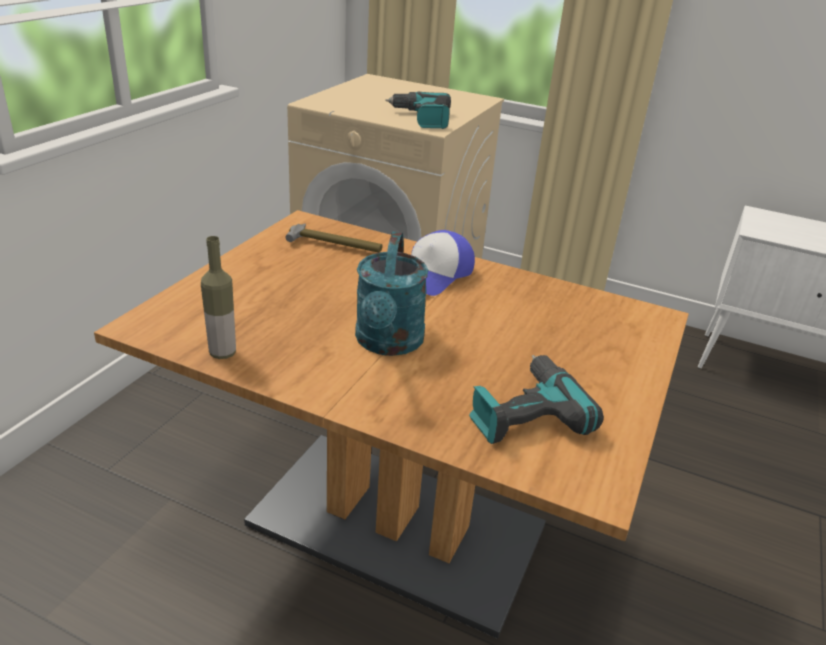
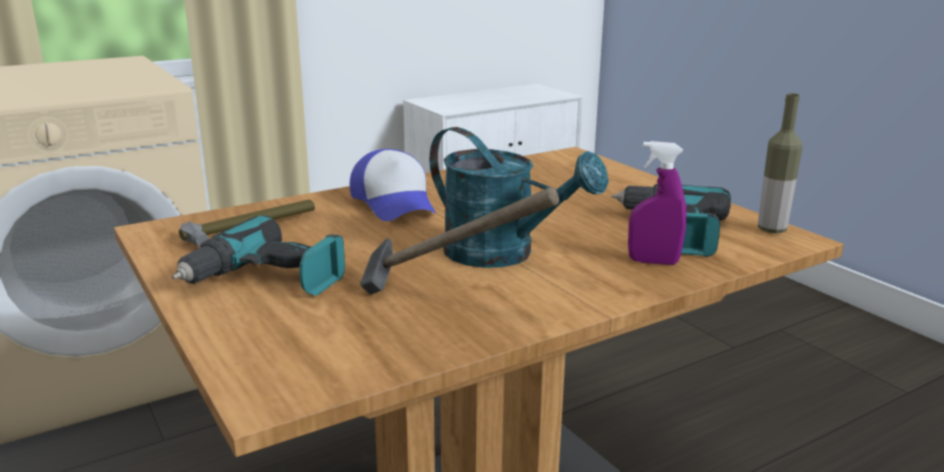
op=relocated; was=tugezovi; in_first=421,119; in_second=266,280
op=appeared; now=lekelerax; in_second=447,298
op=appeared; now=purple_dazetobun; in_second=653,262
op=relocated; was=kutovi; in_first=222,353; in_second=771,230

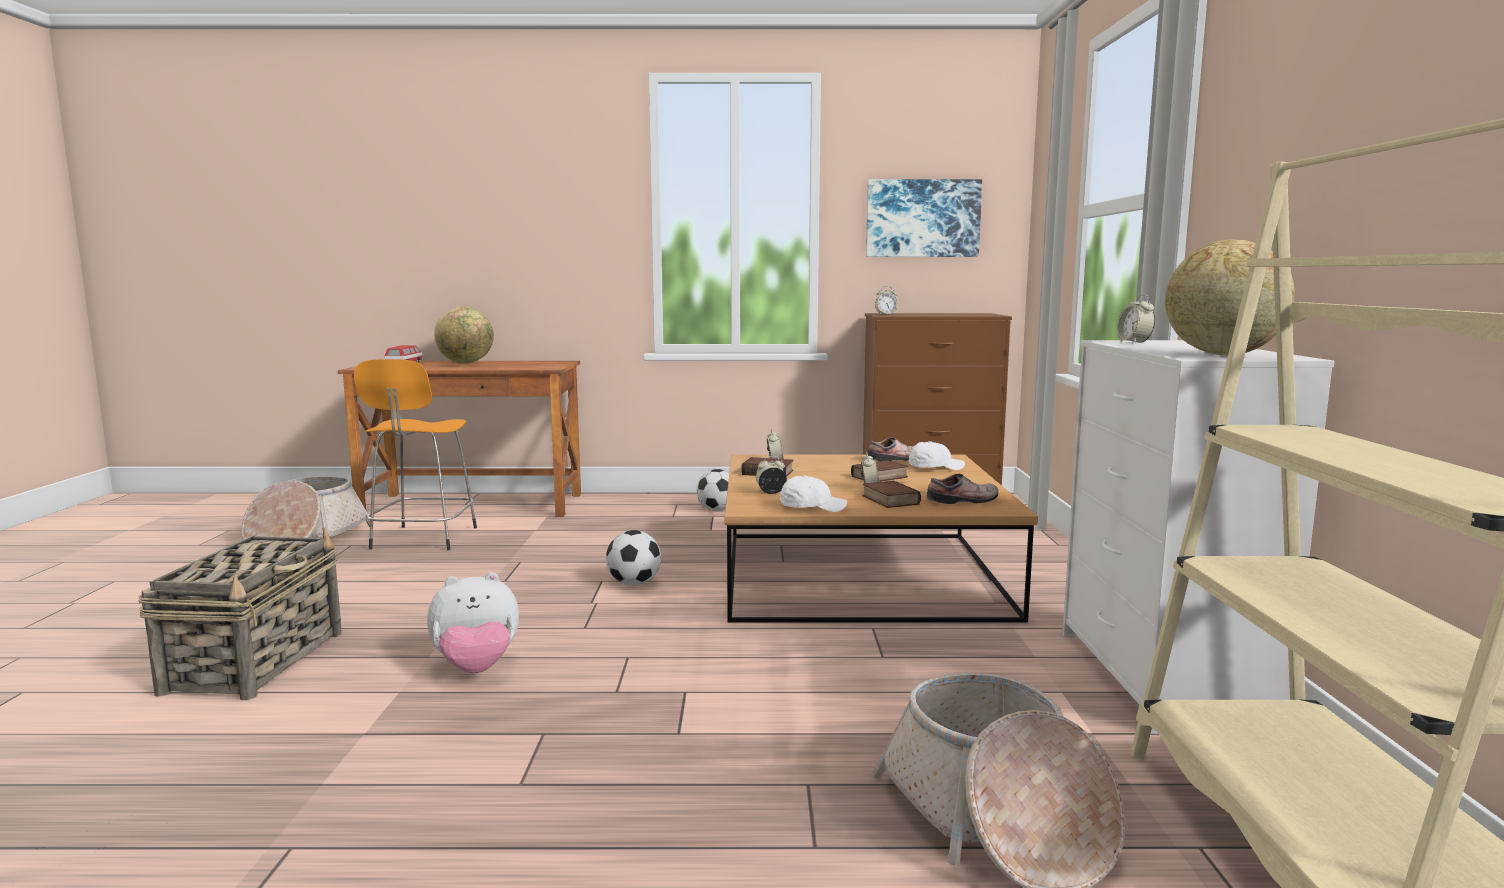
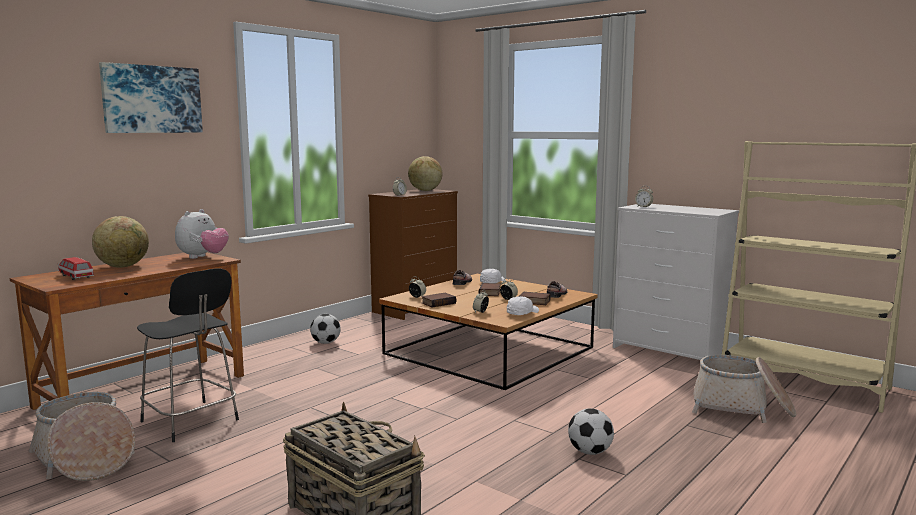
op=relocated; was=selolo; in_first=922,218; in_second=152,99
op=colour; was=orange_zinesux; now=black_zinesux; in_first=423,539; in_second=191,422
op=relocated; was=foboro; in_first=476,668; in_second=202,257
op=relocated; was=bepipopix; in_first=1221,355; in_second=425,190
op=relocated; was=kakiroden; in_first=634,583; in_second=590,452

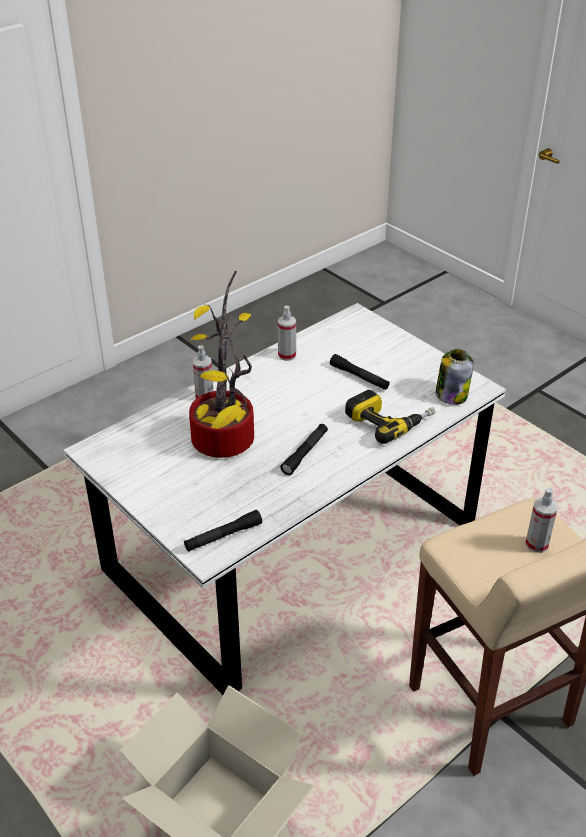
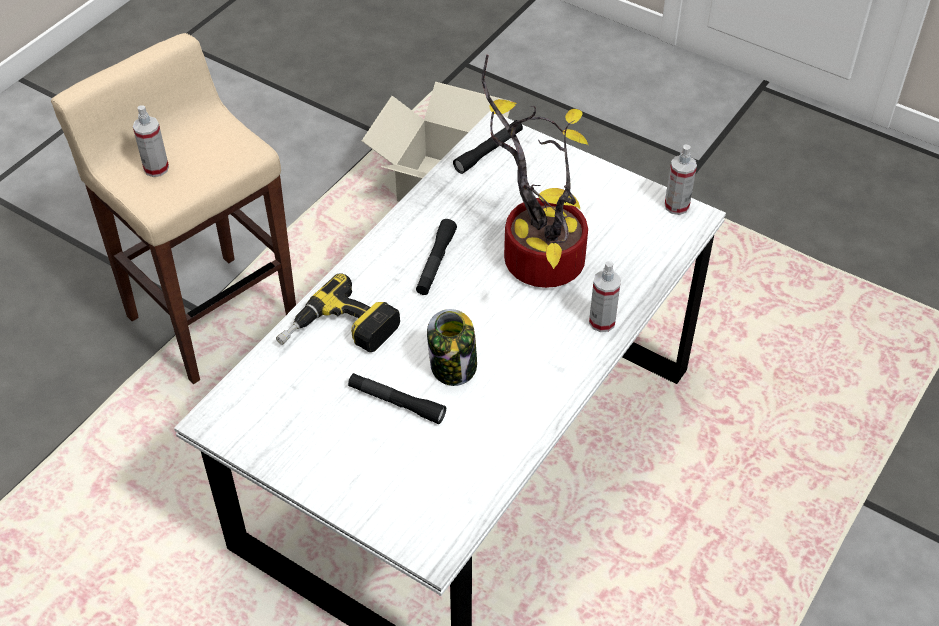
op=relocated; was=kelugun; in_first=451,395; in_second=453,366
op=relocated; was=dazetobun; in_first=287,355; in_second=676,206

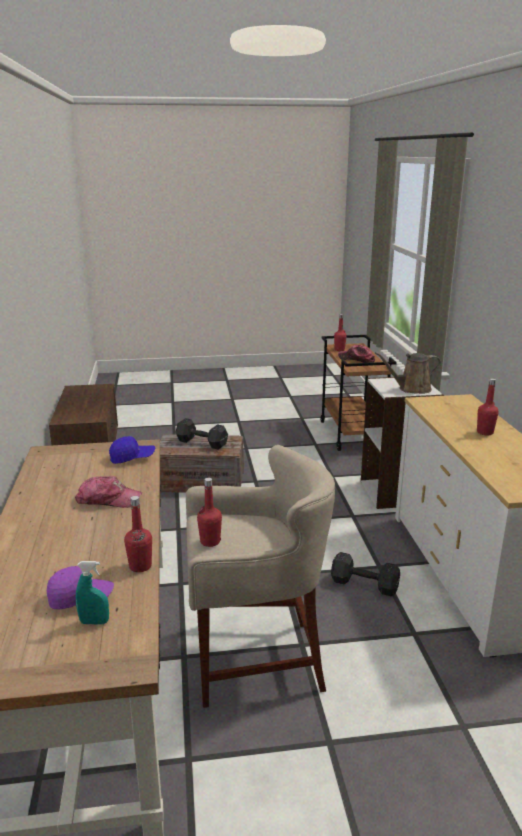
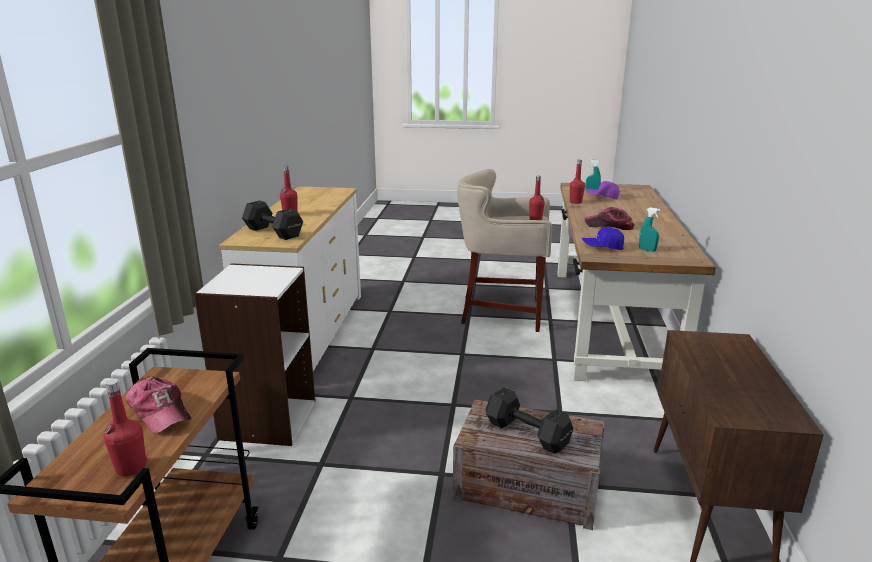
op=relocated; was=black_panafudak; in_first=363,584; in_second=274,233
op=appeared; now=turquoise_dazetobun; in_second=647,250
op=missing; was=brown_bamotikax; in_first=411,389

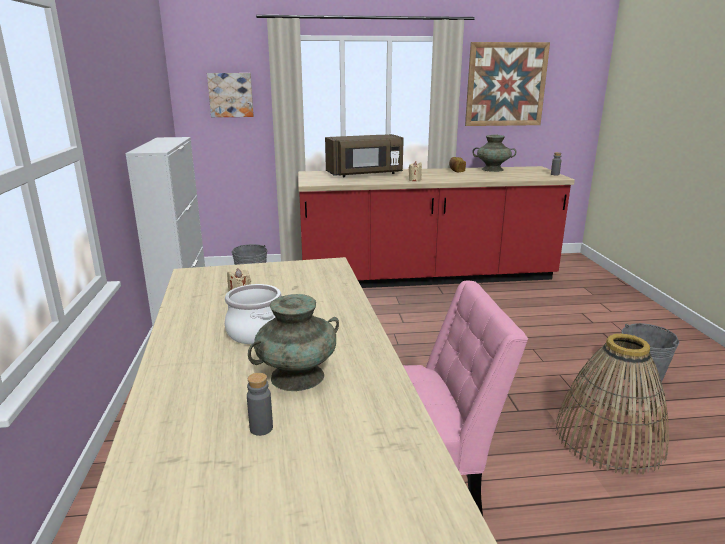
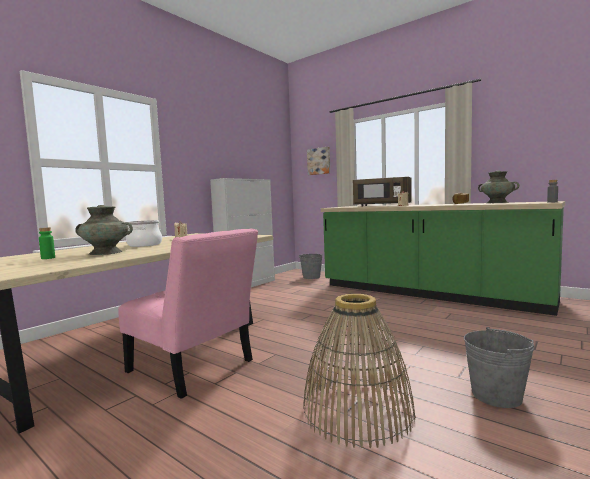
op=colour; was=grey_kutovi; now=green_kutovi; in_first=261,428; in_second=48,258
op=colour; was=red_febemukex; now=green_febemukex; in_first=426,277; in_second=428,293
op=missing; was=selolo; in_first=506,84

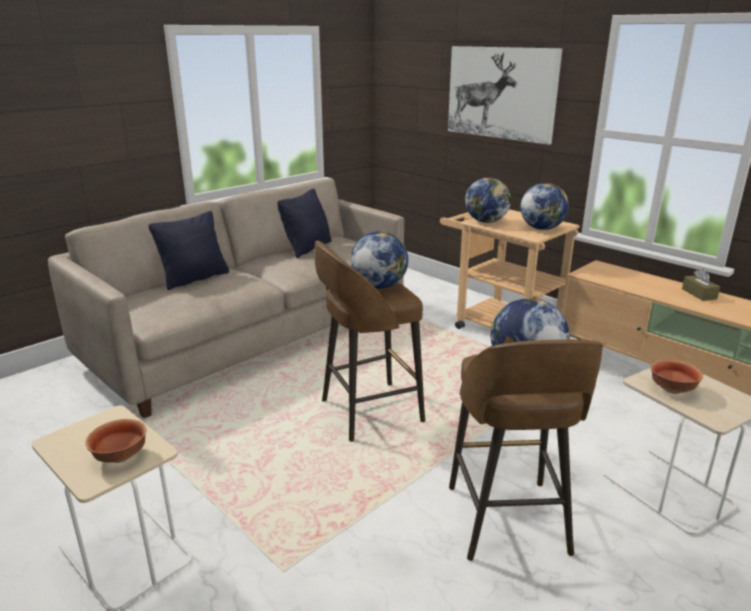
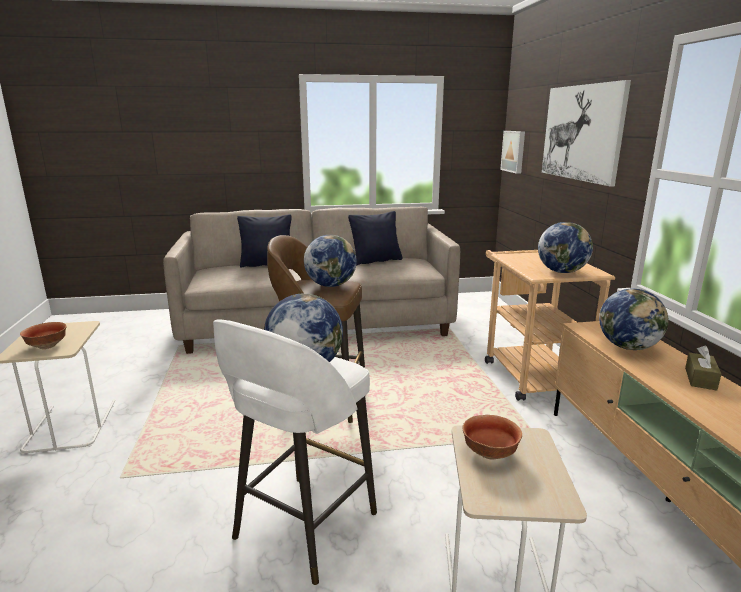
op=colour; was=brown_zinesux; now=white_zinesux; in_first=508,522; in_second=303,528
op=appeared; now=selolo; in_second=514,151
op=relocated; was=bepipopix; in_first=486,221; in_second=628,347

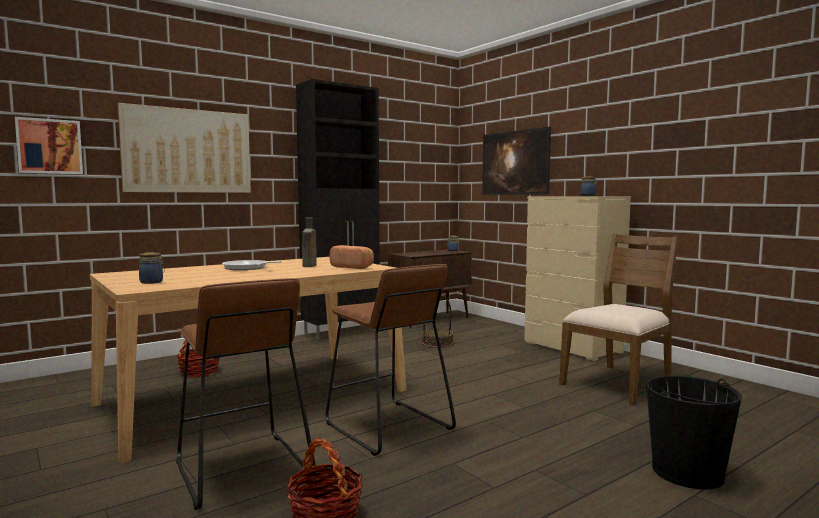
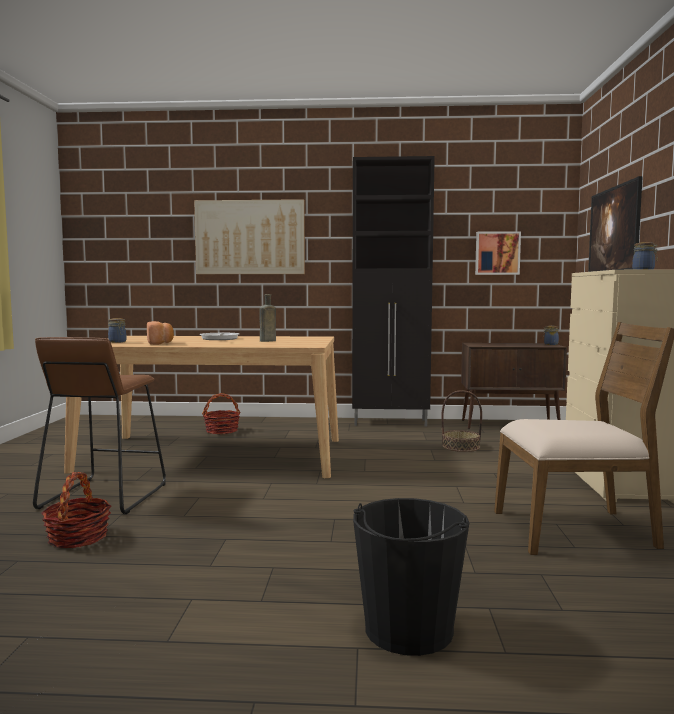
op=relocated; was=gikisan; in_first=353,267; in_second=160,343
op=relocated; was=selolo; in_first=49,146; in_second=497,253
op=missing; was=brown_zinesux; in_first=387,427

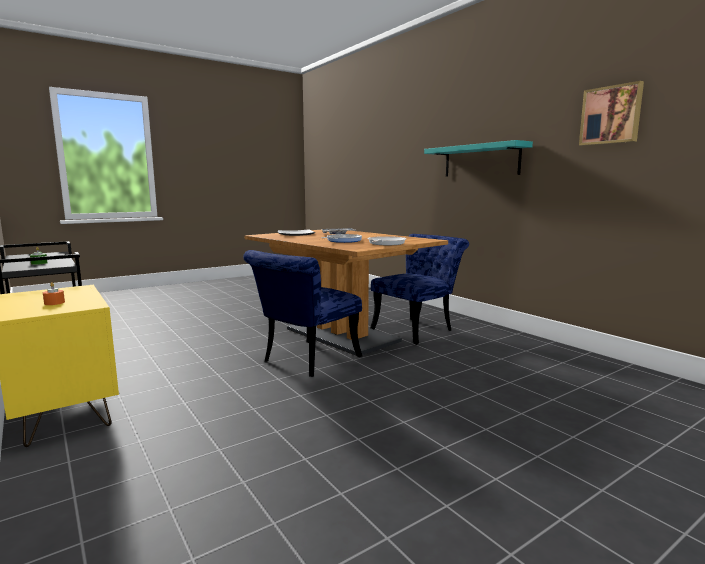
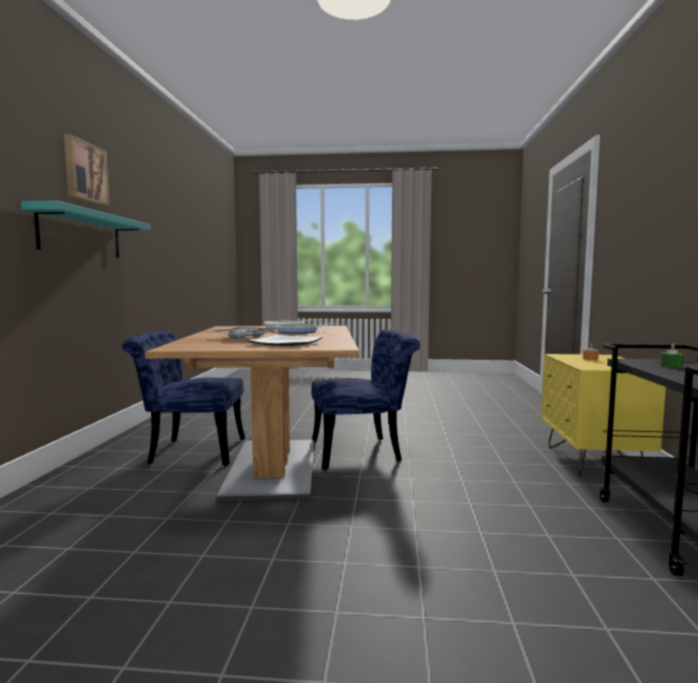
op=relocated; was=selolo; in_first=611,115; in_second=84,172

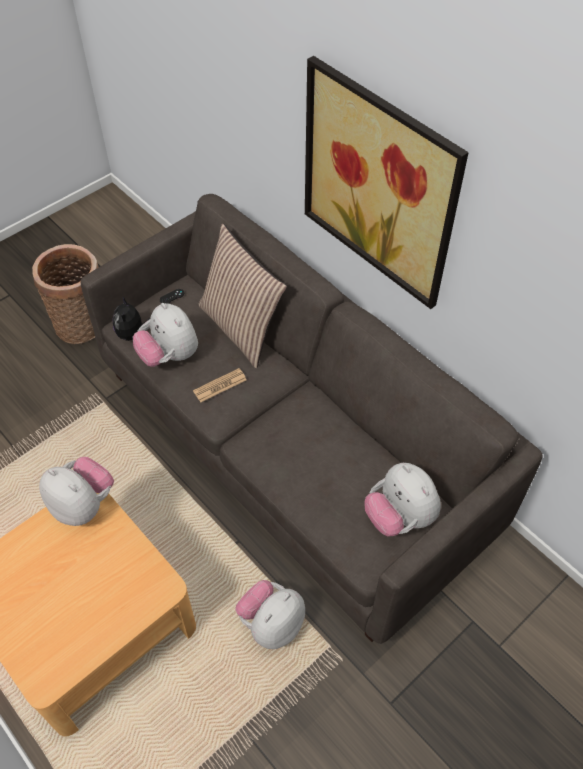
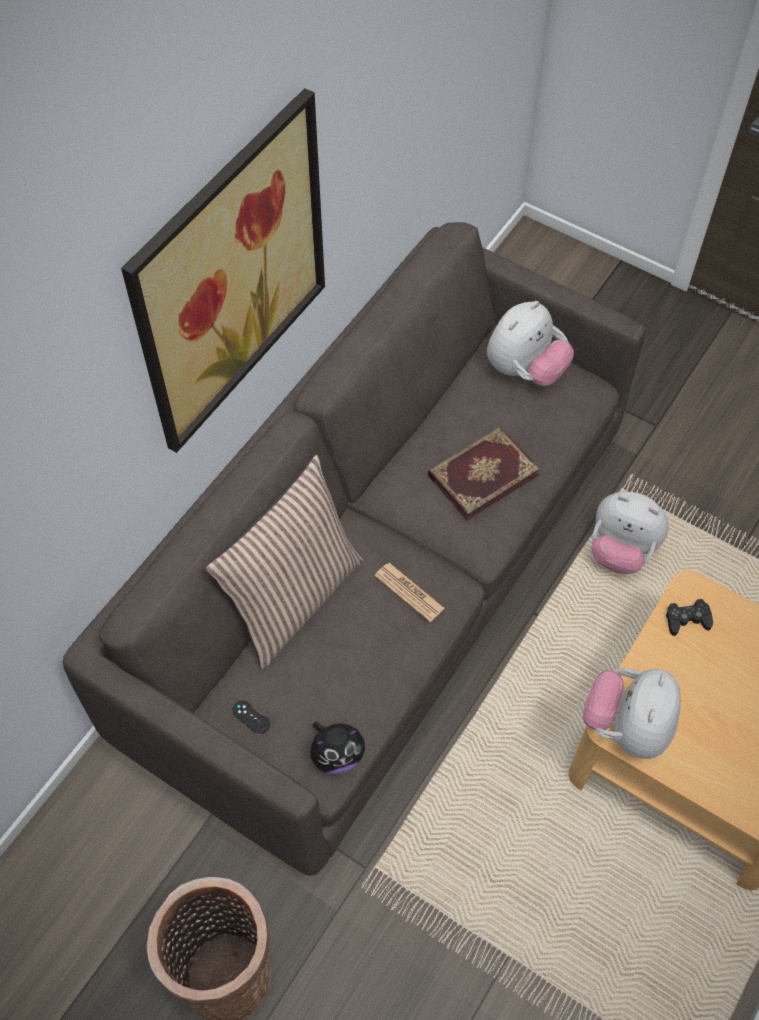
op=appeared; now=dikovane; in_second=482,474
op=appeared; now=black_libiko; in_second=687,619
op=missing; was=foboro; in_first=169,355

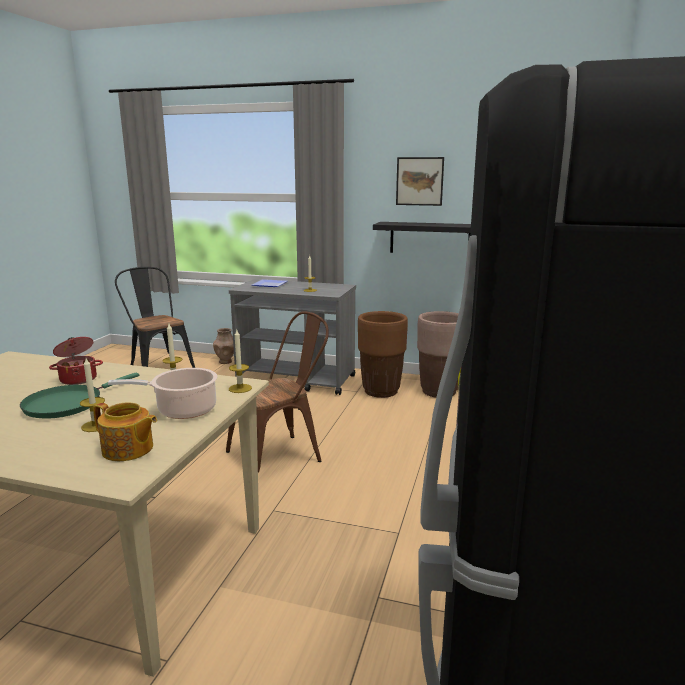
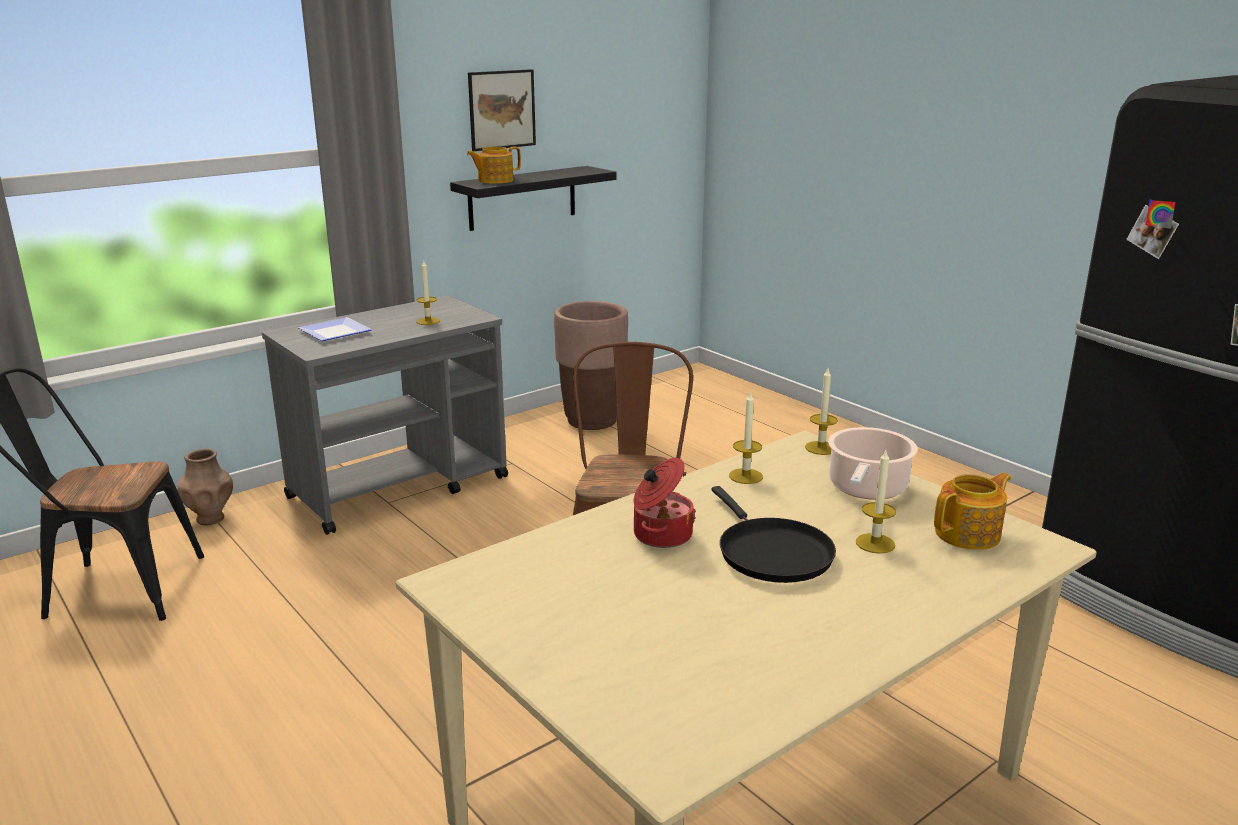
op=appeared; now=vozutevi; in_second=494,180
op=colour; was=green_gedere; now=black_gedere; in_first=67,404; in_second=771,553
op=missing; was=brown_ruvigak; in_first=381,391

